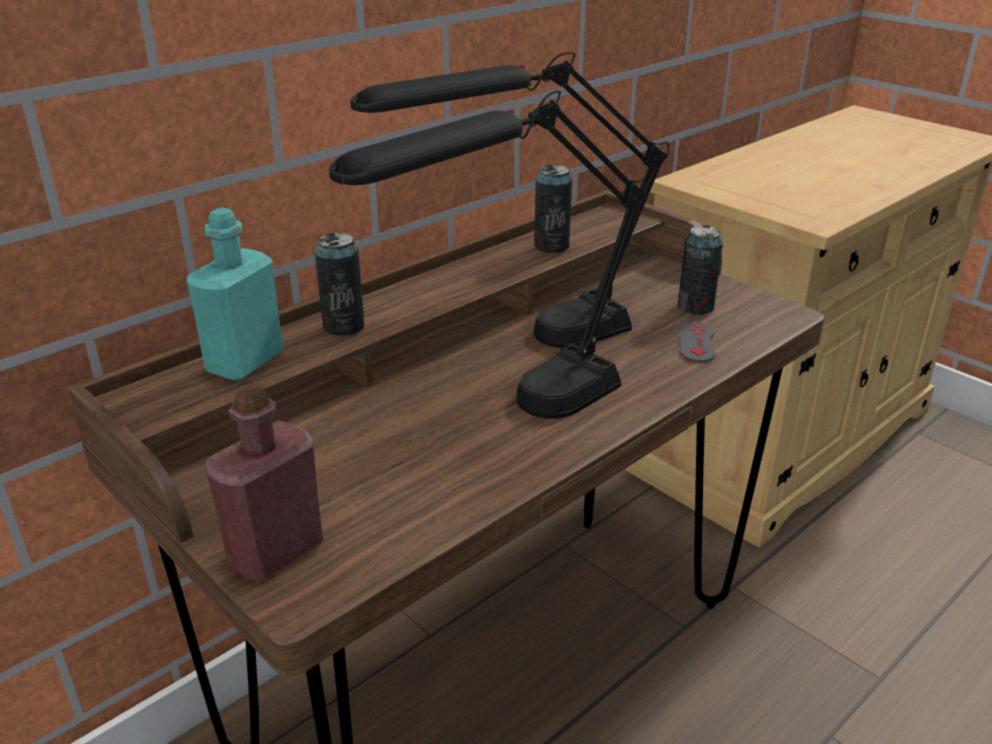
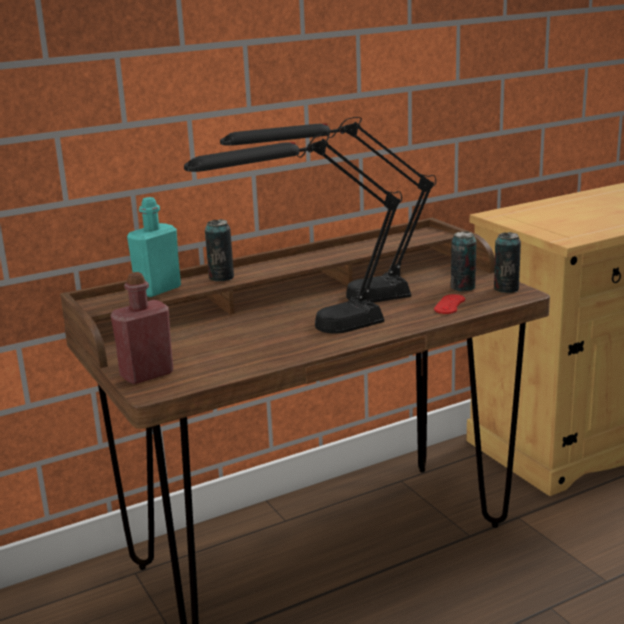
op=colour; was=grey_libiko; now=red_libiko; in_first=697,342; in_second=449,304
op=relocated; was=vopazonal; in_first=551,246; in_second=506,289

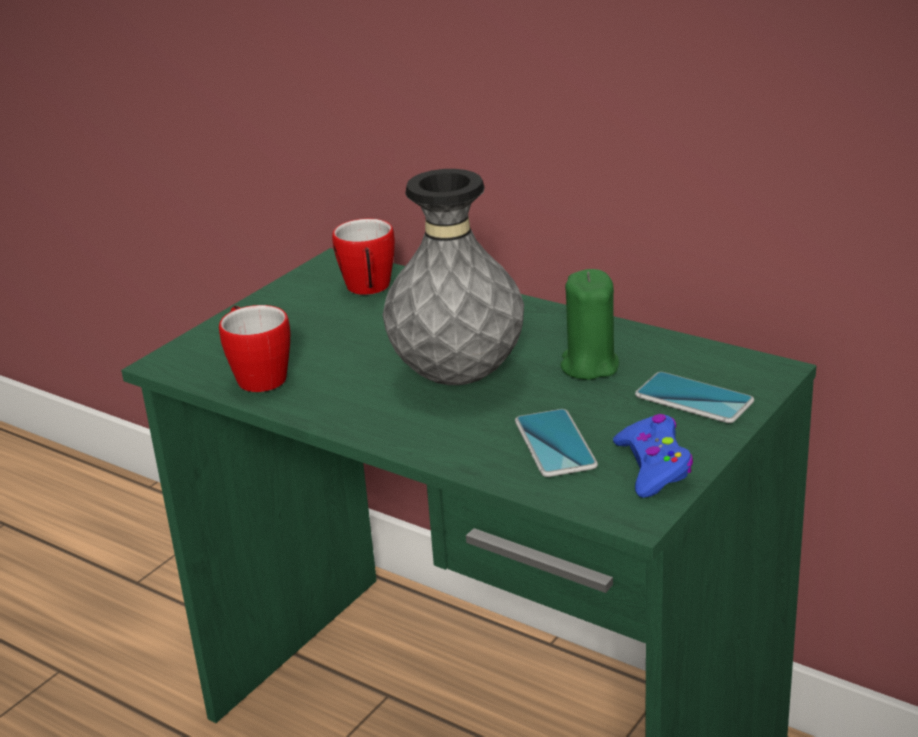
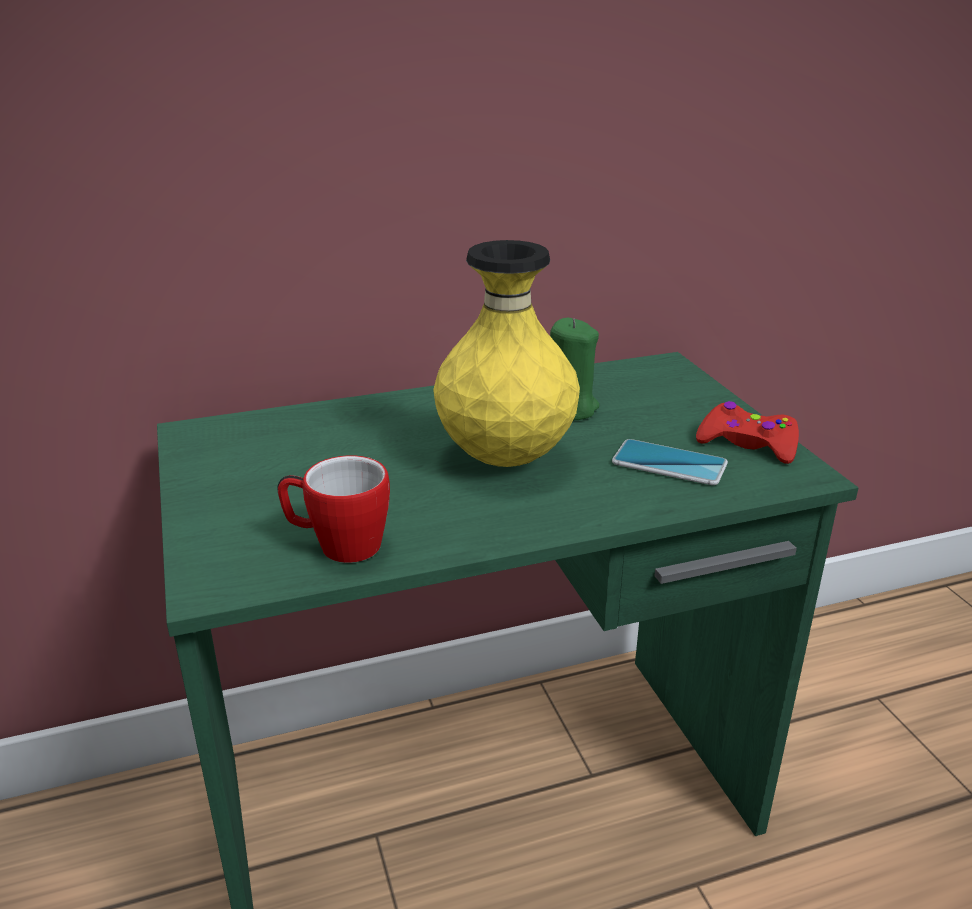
op=colour; was=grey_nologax; now=yellow_nologax; in_first=458,378; in_second=506,459
op=colour; was=blue_libiko; now=red_libiko; in_first=654,466; in_second=748,444
op=missing; was=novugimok; in_first=369,290
op=missing; was=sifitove; in_first=693,399

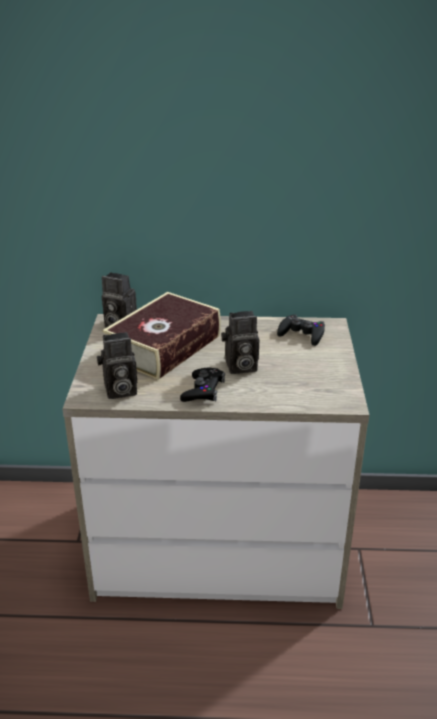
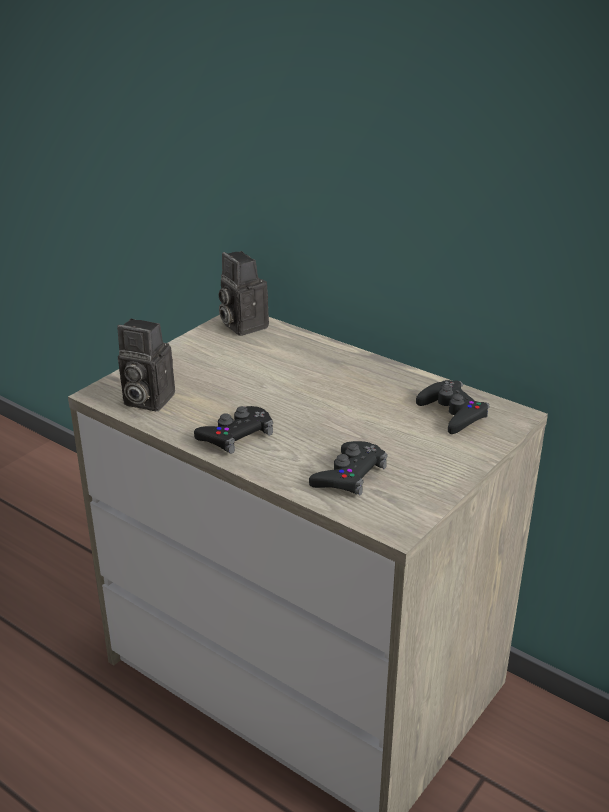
op=appeared; now=black_libiko; in_second=349,475
op=missing; was=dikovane; in_first=164,347
op=missing; was=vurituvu; in_first=239,367

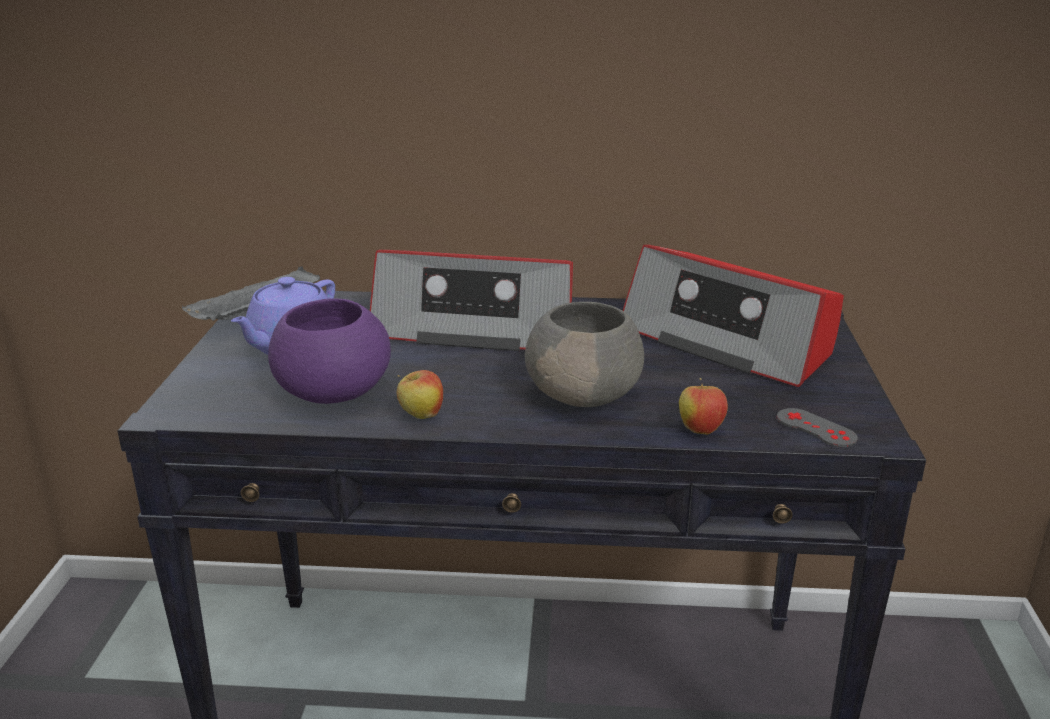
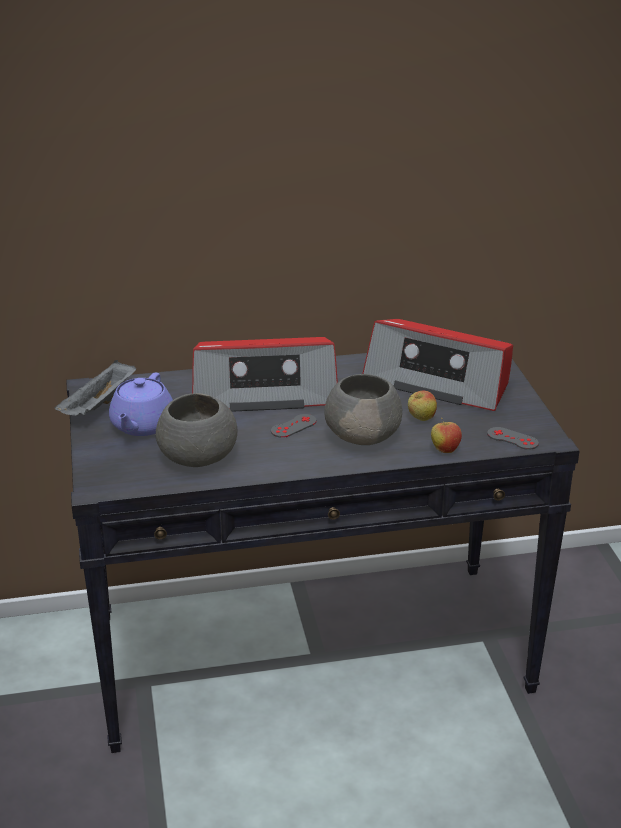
op=colour; was=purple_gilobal; now=grey_gilobal; in_first=331,392; in_second=196,457
op=appeared; now=grey_libiko; in_second=293,426
op=relocated; was=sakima; in_first=421,416; in_second=421,419

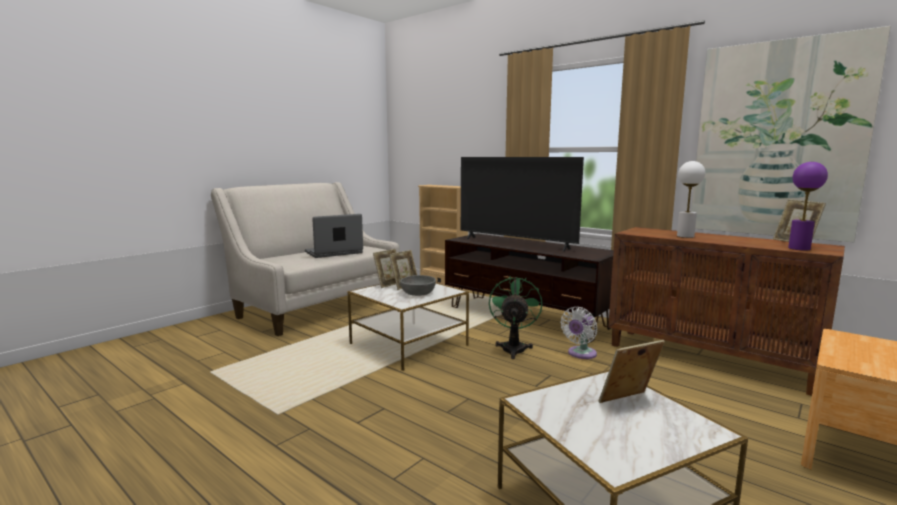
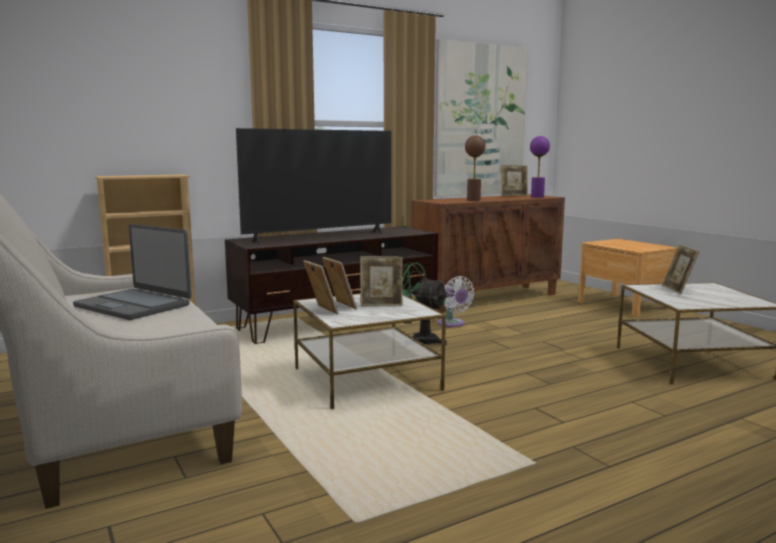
op=spun; was=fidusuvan; in_first=334,253; in_second=134,305; clockwise=-45
op=exchanged; was=grey_gilobal; now=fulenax; in_first=418,293; in_second=381,304
op=colour; was=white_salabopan; now=brown_salabopan; in_first=685,236; in_second=473,200

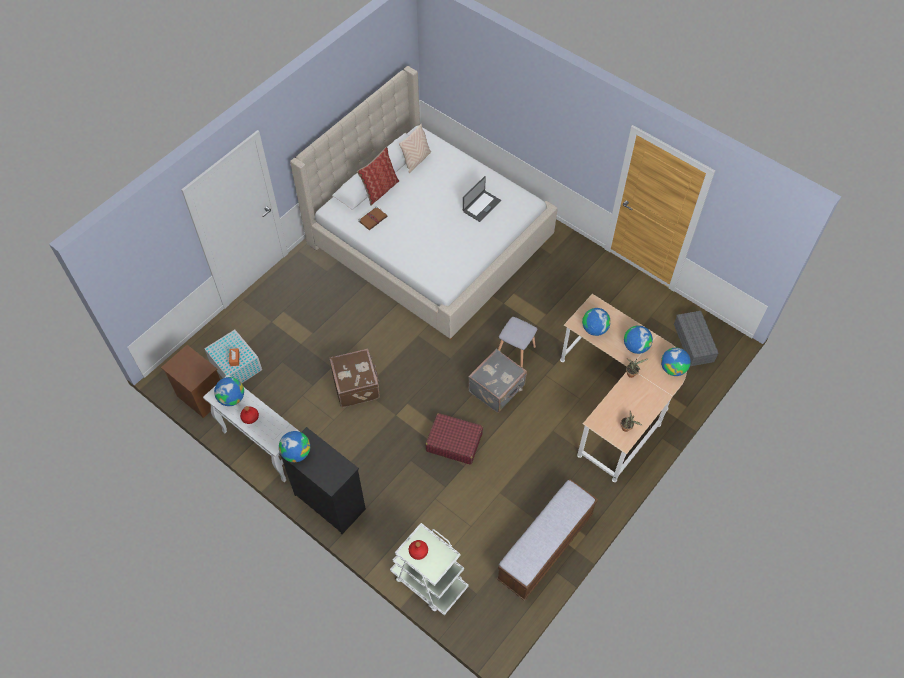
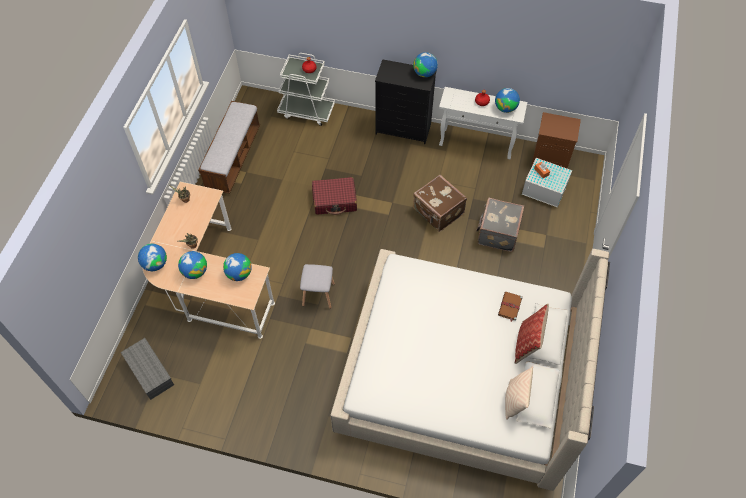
op=relocated; was=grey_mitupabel; in_first=497,389; in_second=497,233
op=missing; was=fidusuvan; in_first=481,206

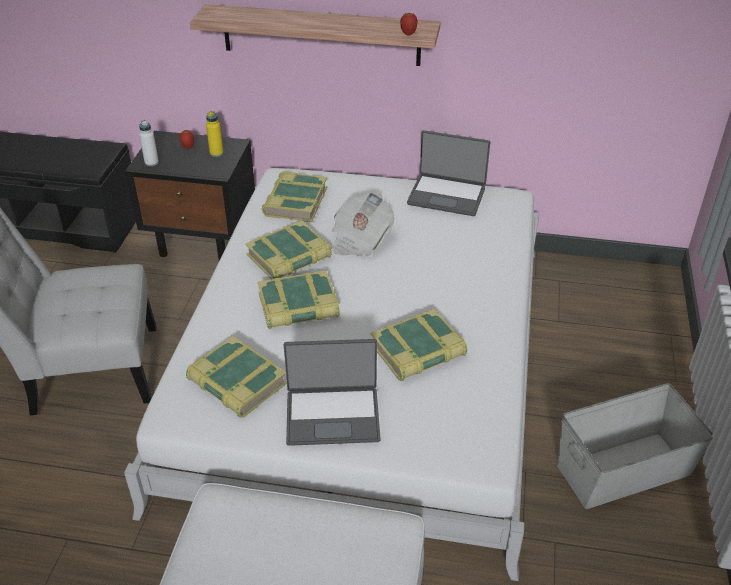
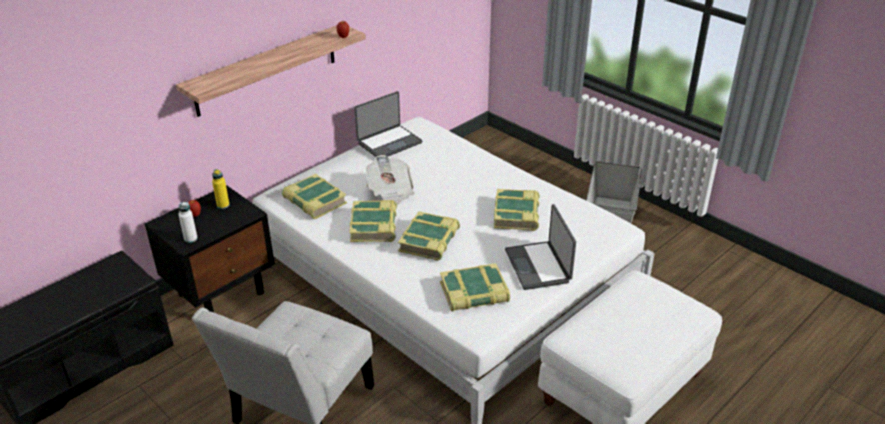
op=spun; was=fidusuvan; in_first=333,415; in_second=539,266; clockwise=135

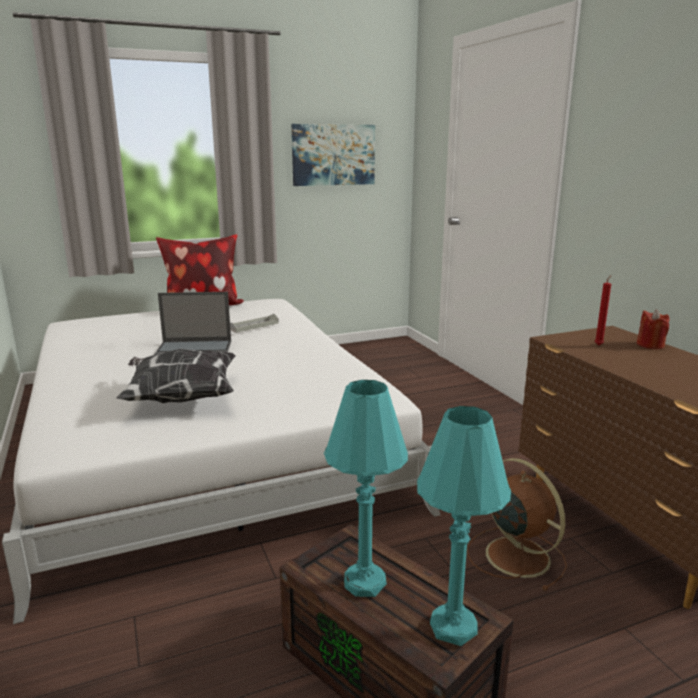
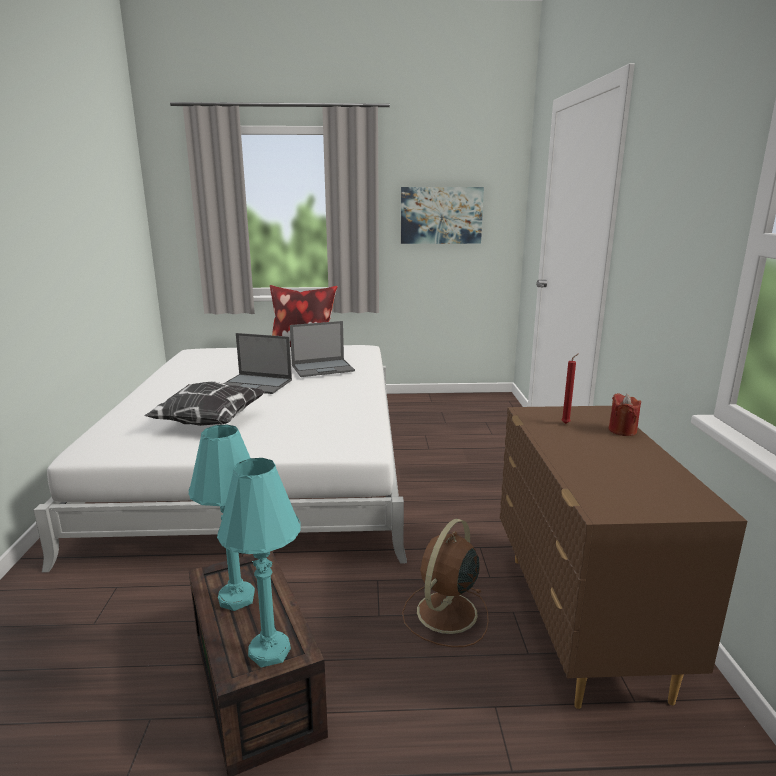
op=exchanged; was=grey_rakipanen; now=fidusuvan; in_first=253,326; in_second=323,368
op=spun; was=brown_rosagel; in_first=515,555; in_second=445,614; clockwise=-135

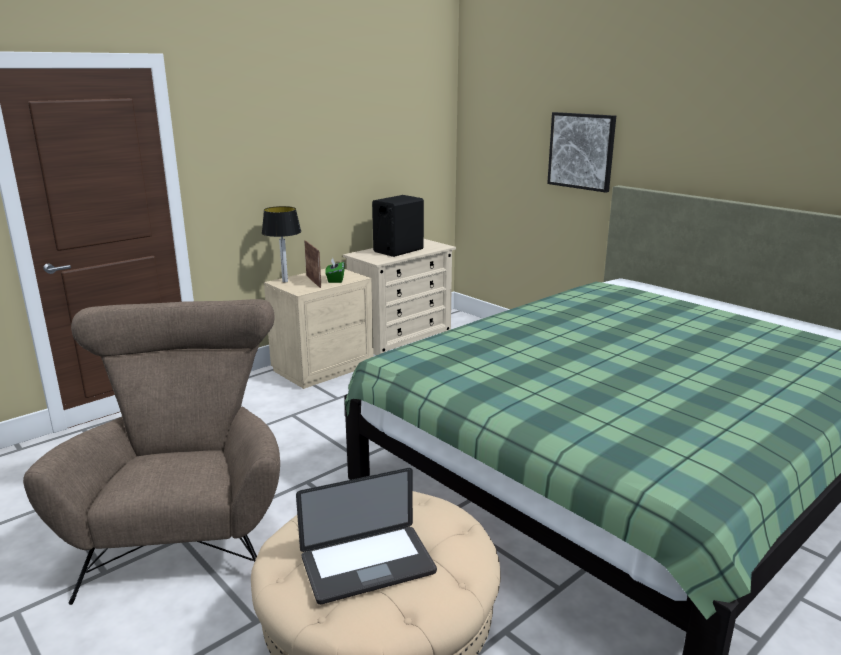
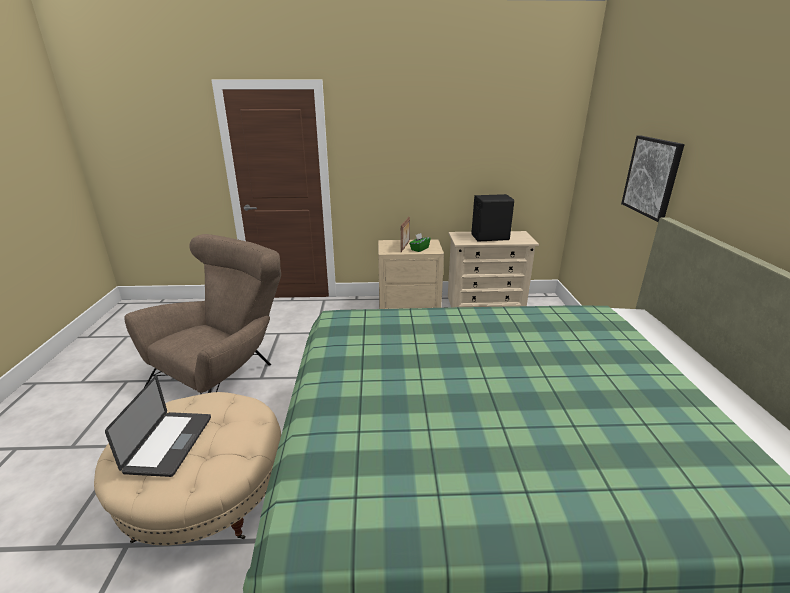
op=spun; was=fidusuvan; in_first=368,565; in_second=169,444; clockwise=-105
op=missing; was=salabopan; in_first=285,281

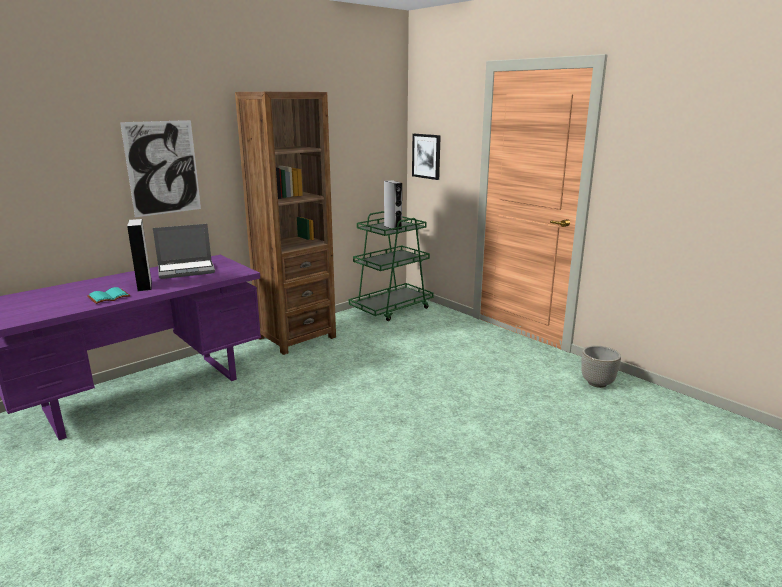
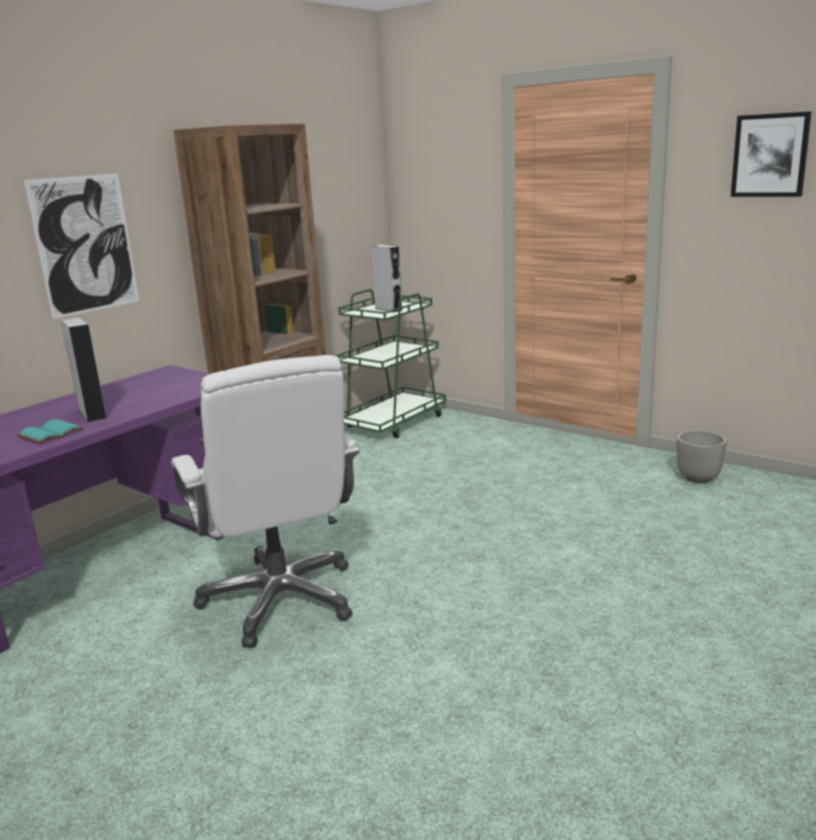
op=appeared; now=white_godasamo; in_second=281,599
op=relocated; was=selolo; in_first=426,156; in_second=770,155
op=missing; was=fidusuvan; in_first=187,270

